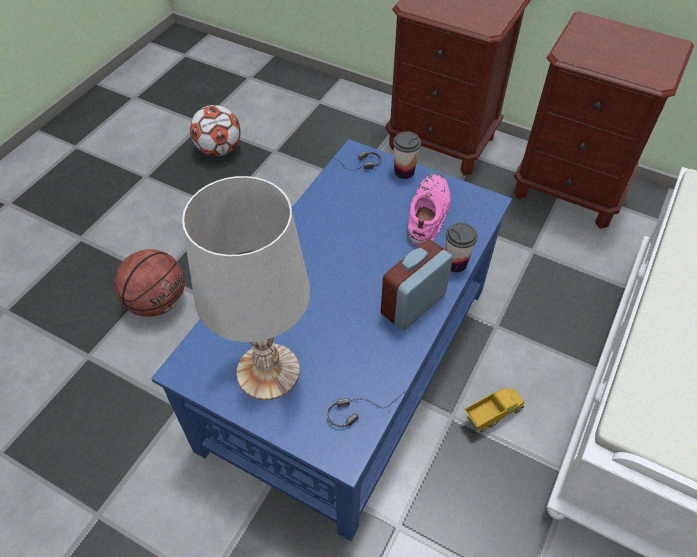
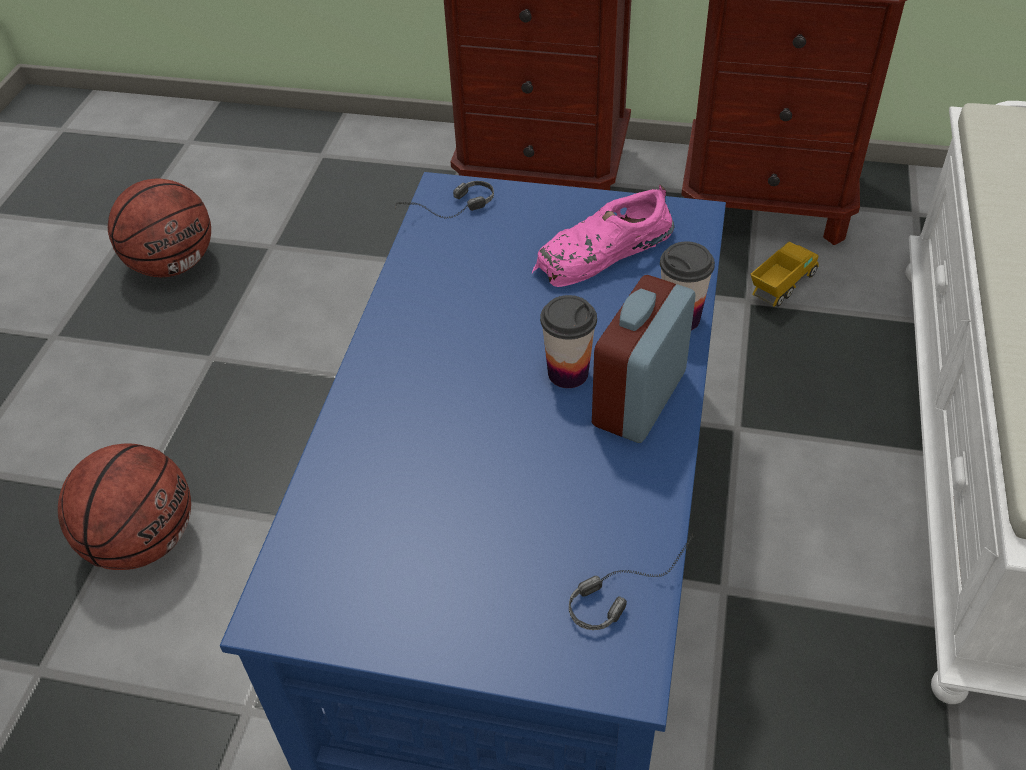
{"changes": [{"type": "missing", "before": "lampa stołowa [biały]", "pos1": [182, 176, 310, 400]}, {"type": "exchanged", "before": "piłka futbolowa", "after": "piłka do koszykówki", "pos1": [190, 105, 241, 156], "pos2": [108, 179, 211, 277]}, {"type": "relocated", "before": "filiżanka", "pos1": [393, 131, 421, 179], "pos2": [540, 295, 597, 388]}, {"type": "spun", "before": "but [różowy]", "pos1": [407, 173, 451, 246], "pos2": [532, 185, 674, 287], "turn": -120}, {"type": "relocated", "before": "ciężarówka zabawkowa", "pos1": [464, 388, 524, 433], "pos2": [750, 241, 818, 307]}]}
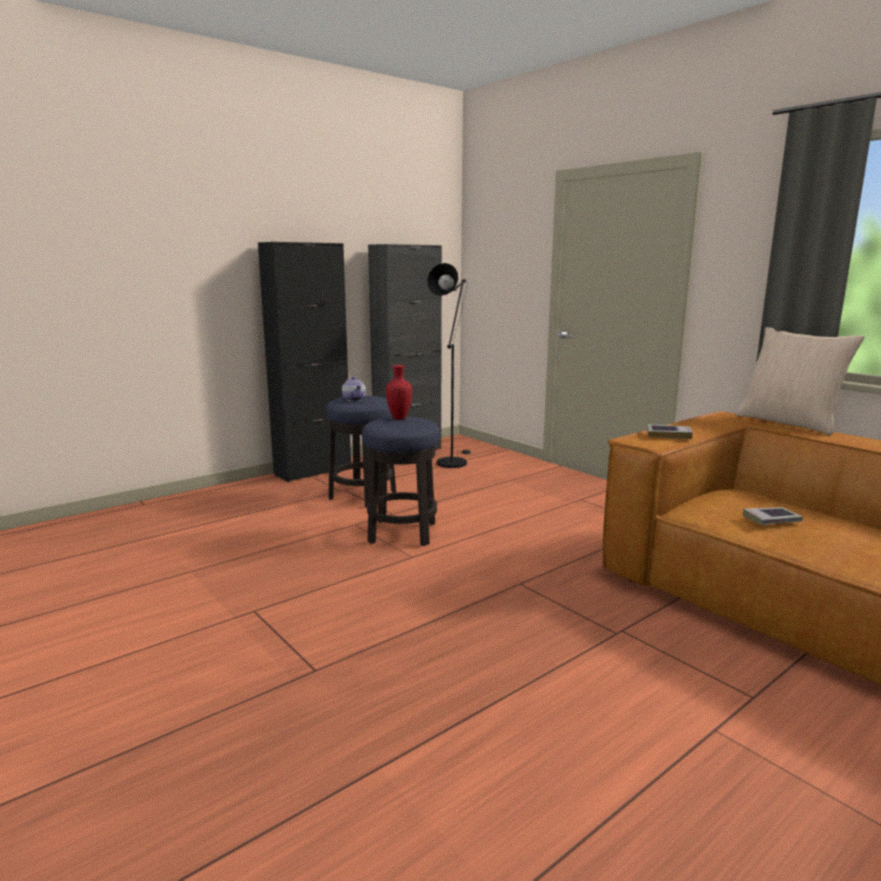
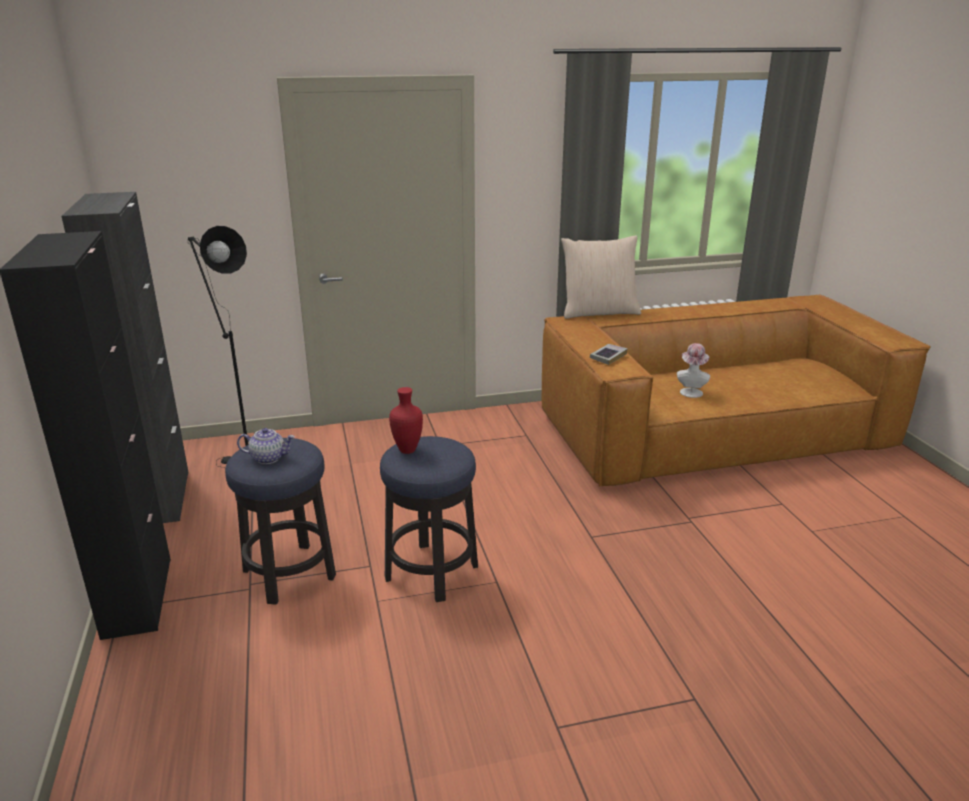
{"changes": [{"type": "exchanged", "before": "książka", "after": "kapelusz", "pos1": [743, 507, 803, 525], "pos2": [677, 343, 710, 398]}]}
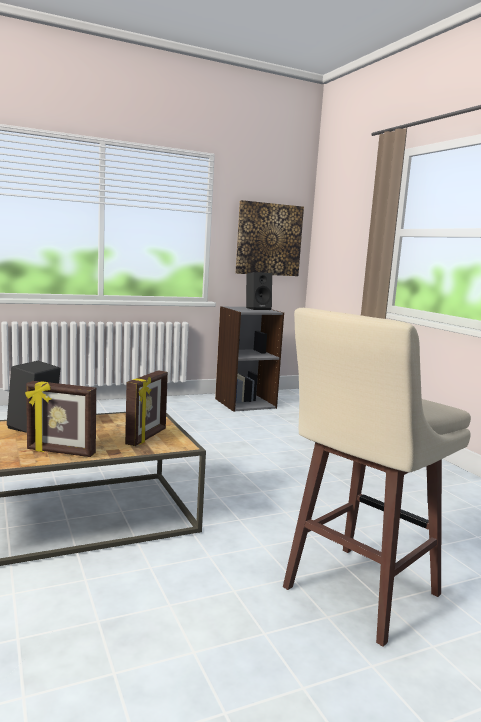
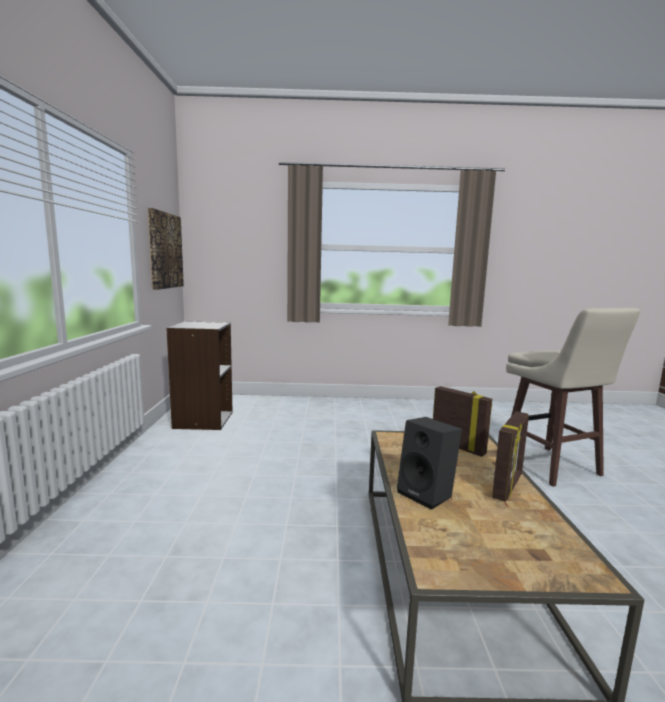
{"changes": [{"type": "missing", "before": "głośnik [czarny]", "pos1": [246, 272, 272, 310]}]}
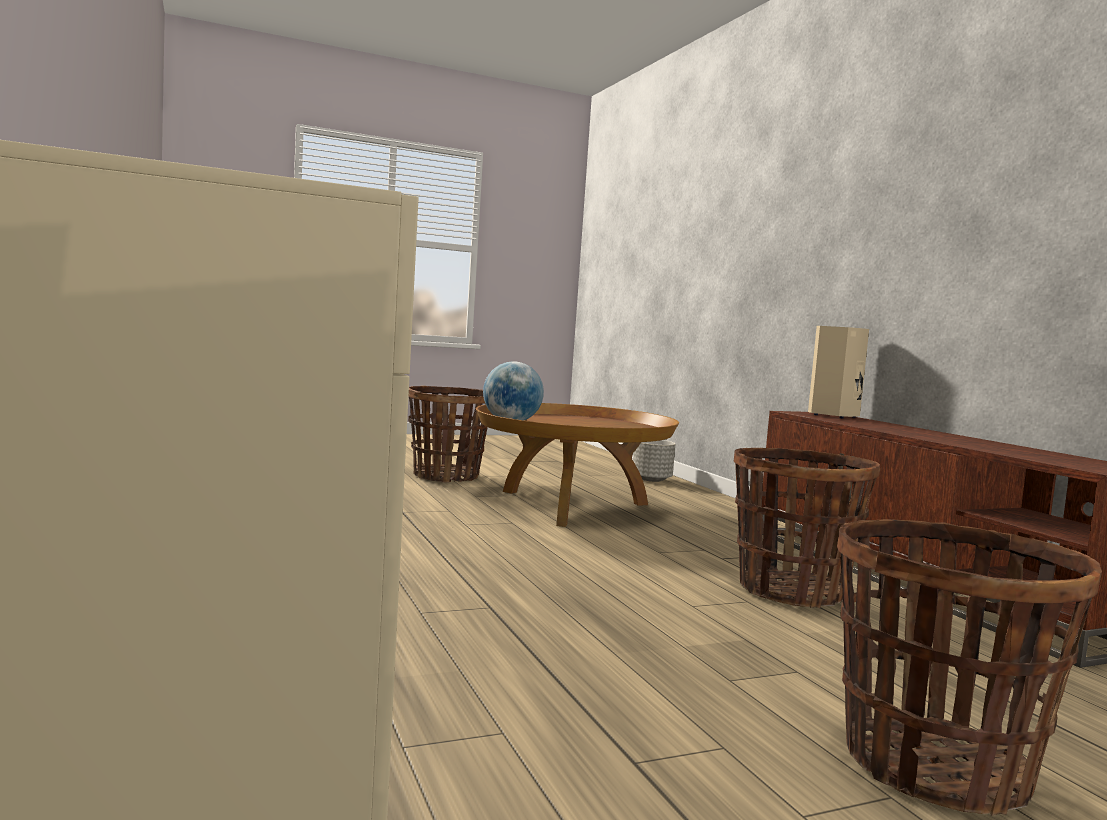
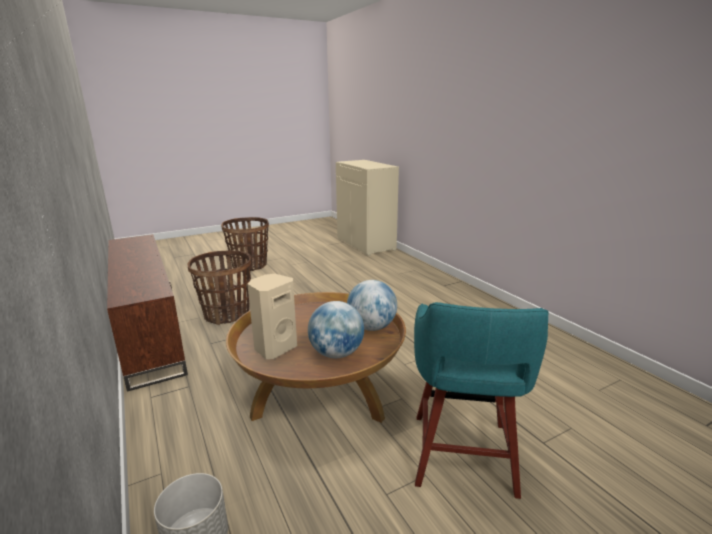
{"changes": [{"type": "exchanged", "before": "koszyk", "after": "stołek [turkusowy]", "pos1": [408, 386, 488, 483], "pos2": [414, 302, 549, 499]}, {"type": "relocated", "before": "głośnik [beżowy]", "pos1": [808, 326, 869, 418], "pos2": [247, 274, 297, 359]}, {"type": "appeared", "after": "globus", "pos2": [308, 301, 364, 358]}]}
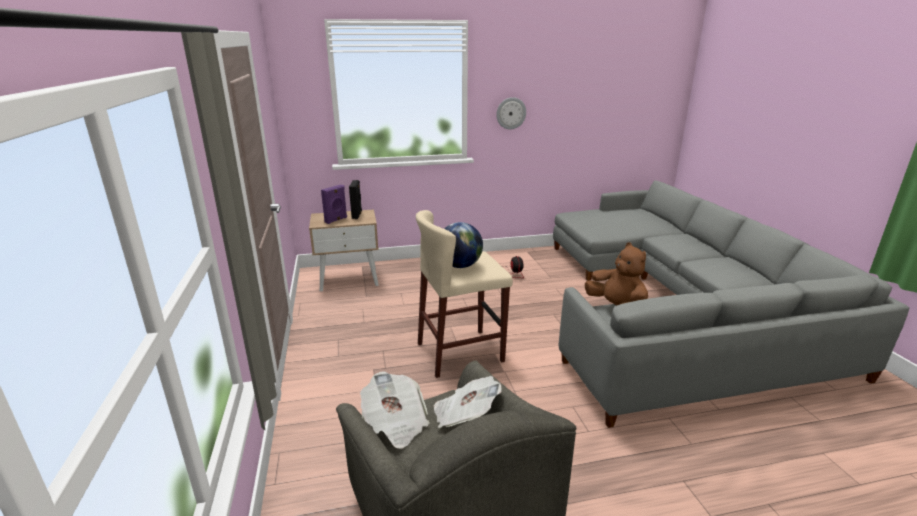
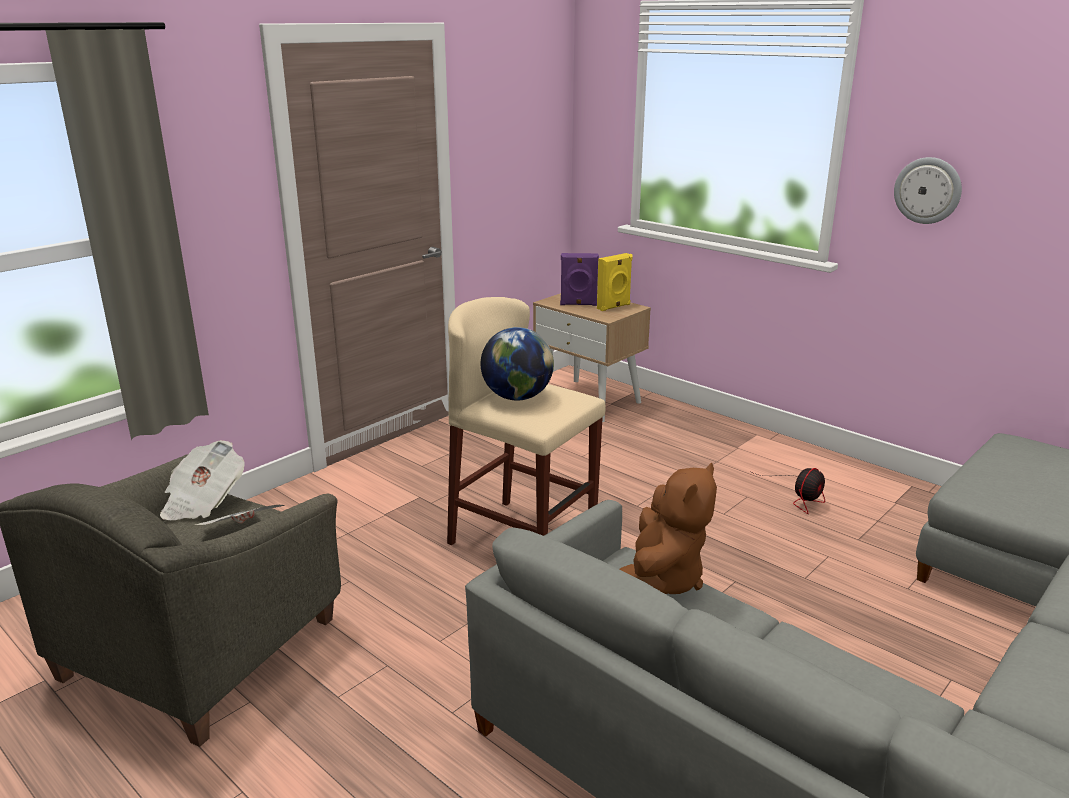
{"changes": [{"type": "colour", "before": "głośnik [czarny]", "after": "głośnik [żółty]", "pos1": [349, 180, 362, 219], "pos2": [597, 253, 633, 311]}]}
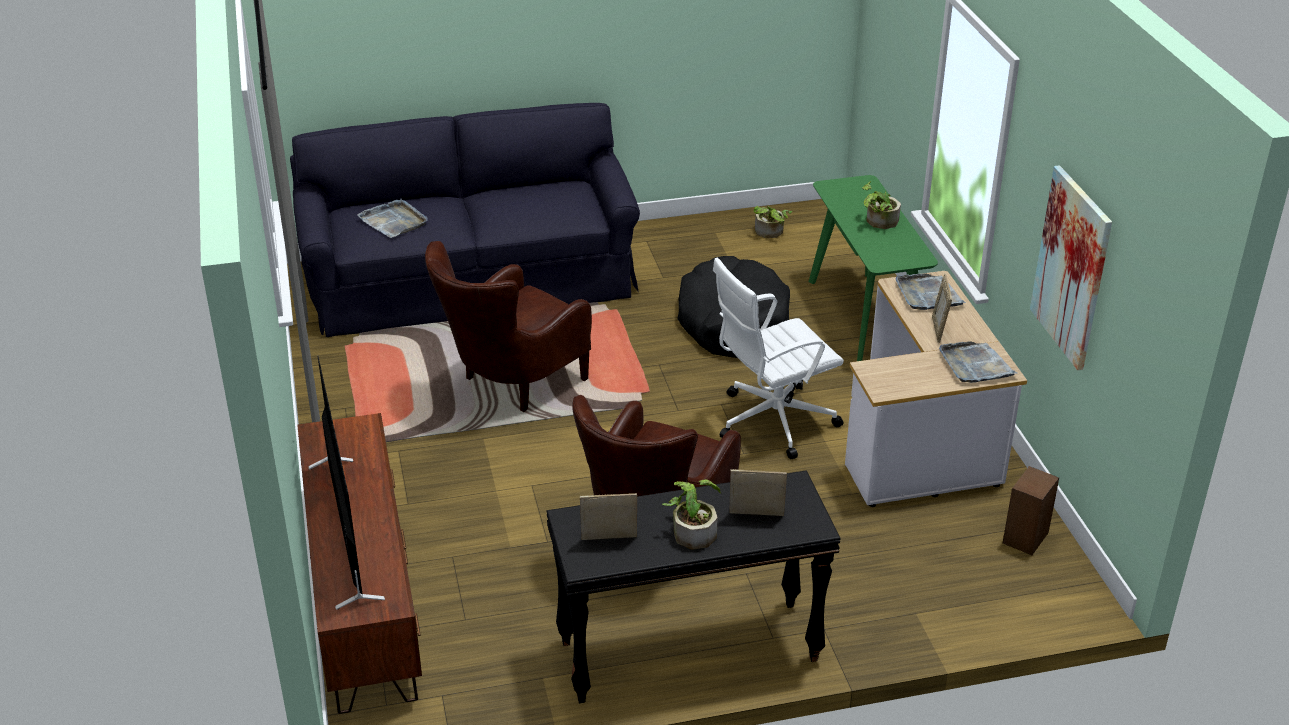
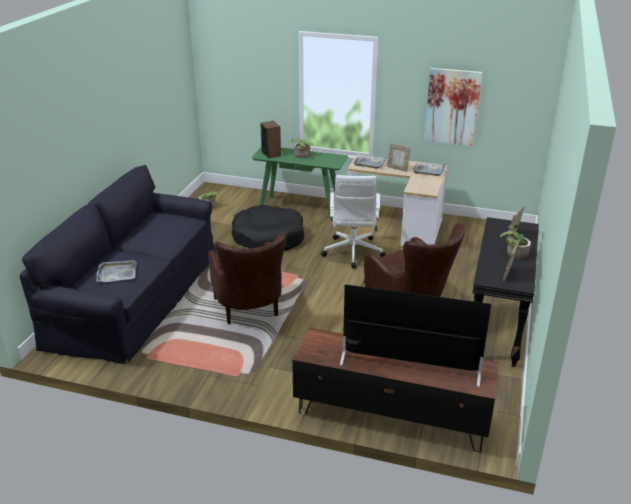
{"changes": [{"type": "relocated", "before": "głośnik", "pos1": [1003, 466, 1059, 555], "pos2": [260, 121, 281, 159]}]}
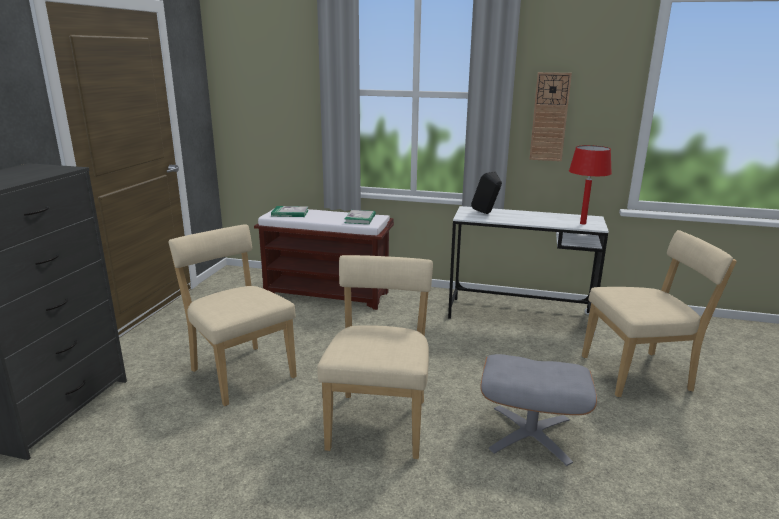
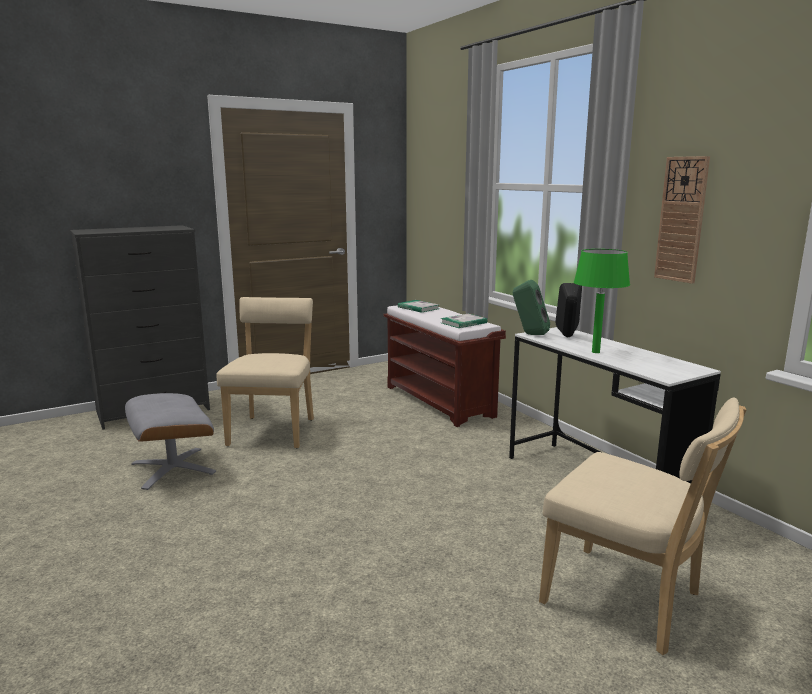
{"changes": [{"type": "missing", "before": "krzesło [beżowy]", "pos1": [317, 255, 433, 459]}, {"type": "relocated", "before": "pufa [szary]", "pos1": [480, 354, 597, 466], "pos2": [125, 393, 216, 490]}, {"type": "missing", "before": "lampa stołowa [czerwony]", "pos1": [569, 145, 612, 225]}, {"type": "appeared", "after": "głośnik [zielony]", "pos2": [513, 280, 550, 335]}, {"type": "appeared", "after": "lampa stołowa [zielony]", "pos2": [574, 249, 630, 353]}]}
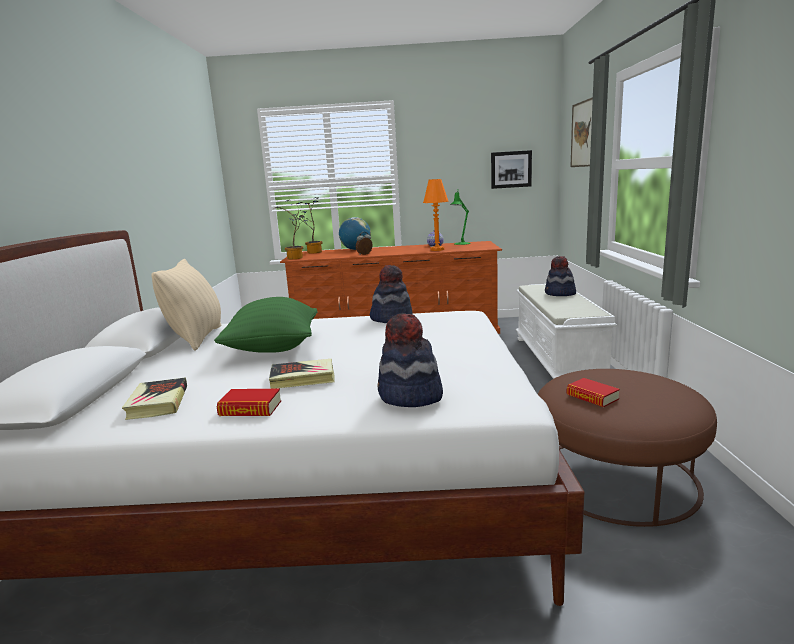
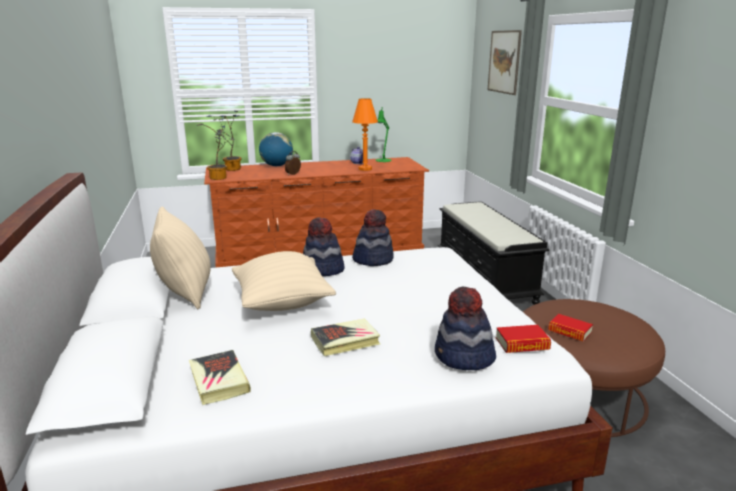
{"changes": [{"type": "colour", "before": "poduszka [zielony]", "after": "poduszka [beżowy]", "pos1": [214, 297, 318, 353], "pos2": [232, 251, 336, 311]}, {"type": "relocated", "before": "książka", "pos1": [216, 389, 281, 416], "pos2": [496, 325, 551, 353]}, {"type": "missing", "before": "obraz", "pos1": [491, 150, 532, 189]}, {"type": "colour", "before": "ławka [biały]", "after": "ławka [czarny]", "pos1": [516, 284, 617, 379], "pos2": [438, 201, 549, 305]}, {"type": "relocated", "before": "kapelusz", "pos1": [545, 256, 576, 296], "pos2": [303, 217, 344, 276]}]}
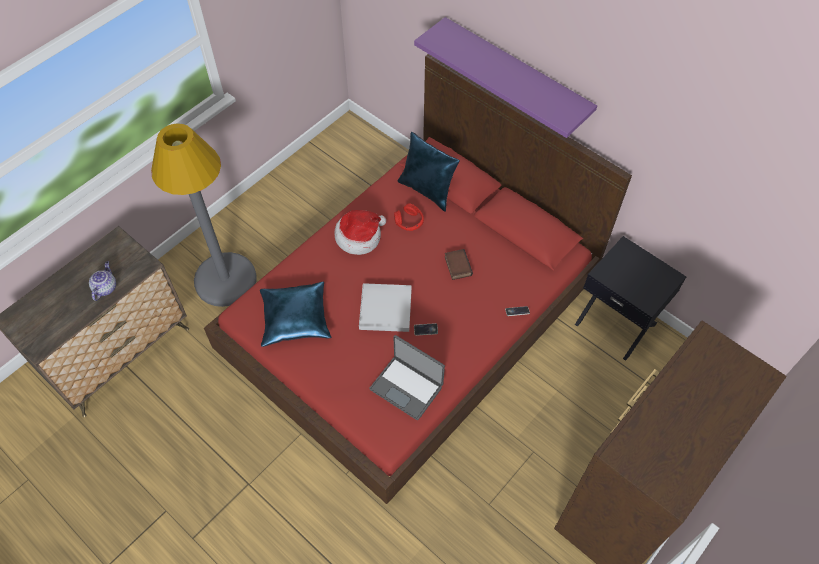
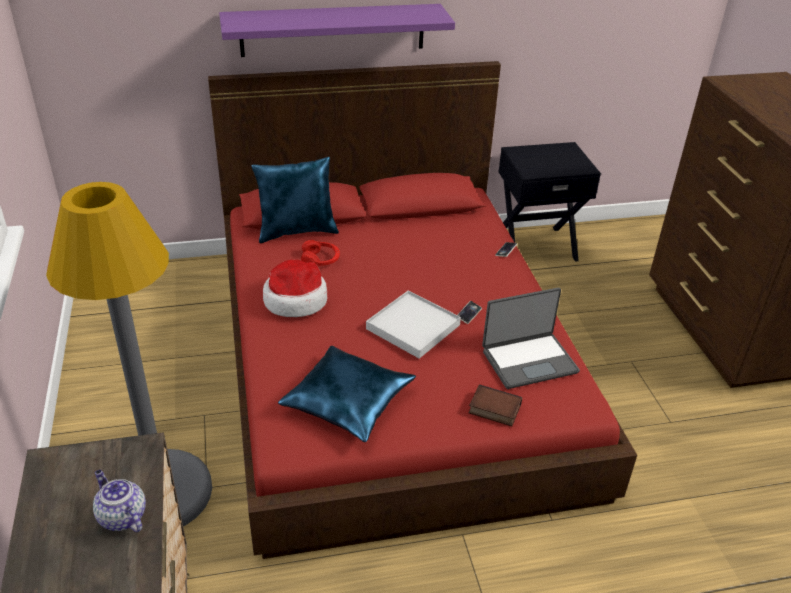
{"changes": [{"type": "relocated", "before": "książka", "pos1": [445, 249, 473, 280], "pos2": [468, 384, 522, 426]}]}
